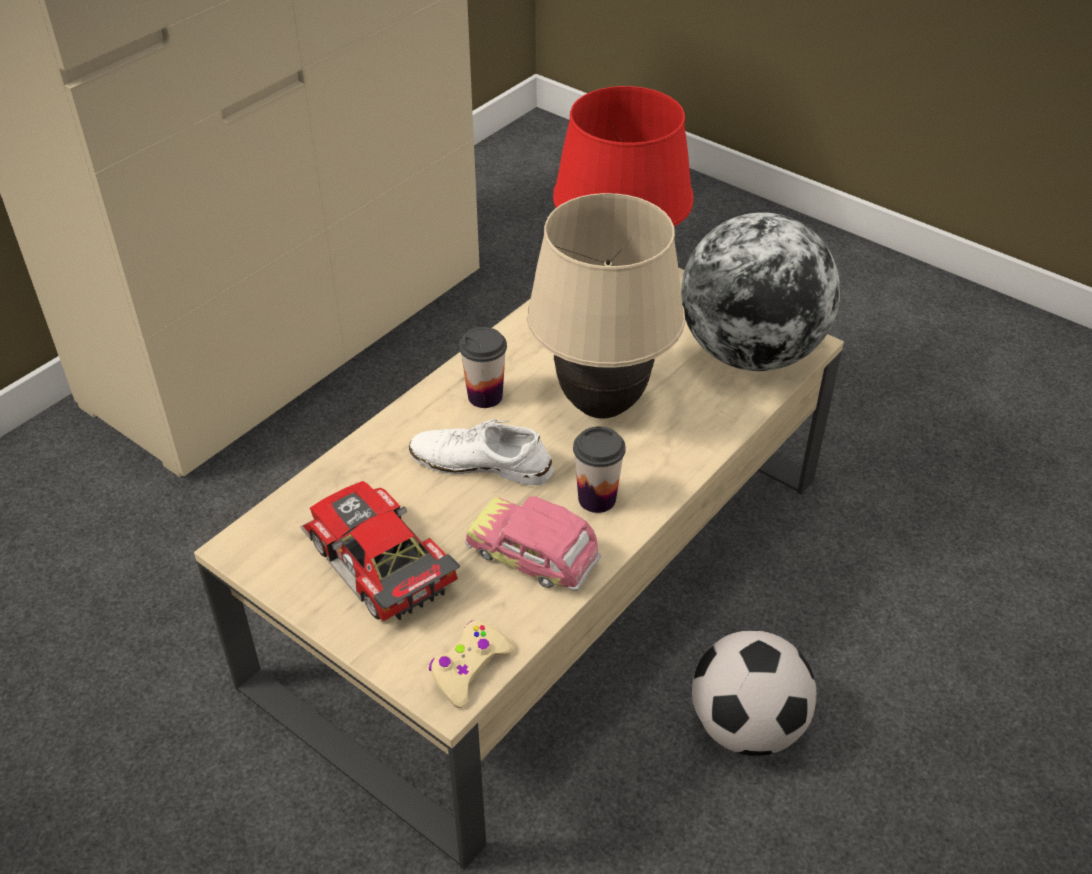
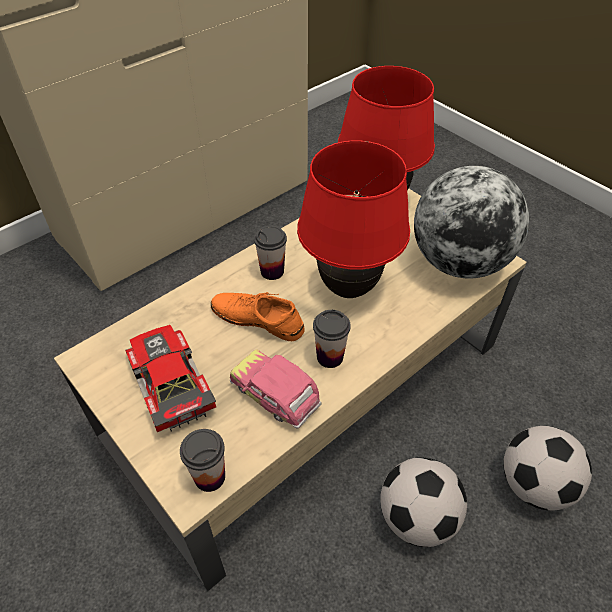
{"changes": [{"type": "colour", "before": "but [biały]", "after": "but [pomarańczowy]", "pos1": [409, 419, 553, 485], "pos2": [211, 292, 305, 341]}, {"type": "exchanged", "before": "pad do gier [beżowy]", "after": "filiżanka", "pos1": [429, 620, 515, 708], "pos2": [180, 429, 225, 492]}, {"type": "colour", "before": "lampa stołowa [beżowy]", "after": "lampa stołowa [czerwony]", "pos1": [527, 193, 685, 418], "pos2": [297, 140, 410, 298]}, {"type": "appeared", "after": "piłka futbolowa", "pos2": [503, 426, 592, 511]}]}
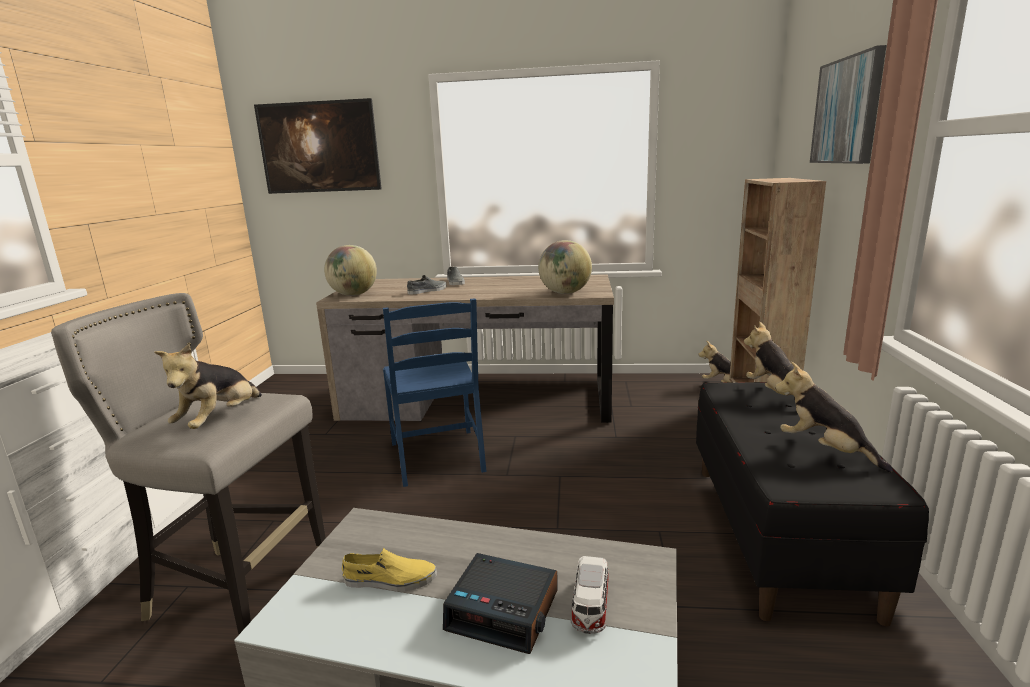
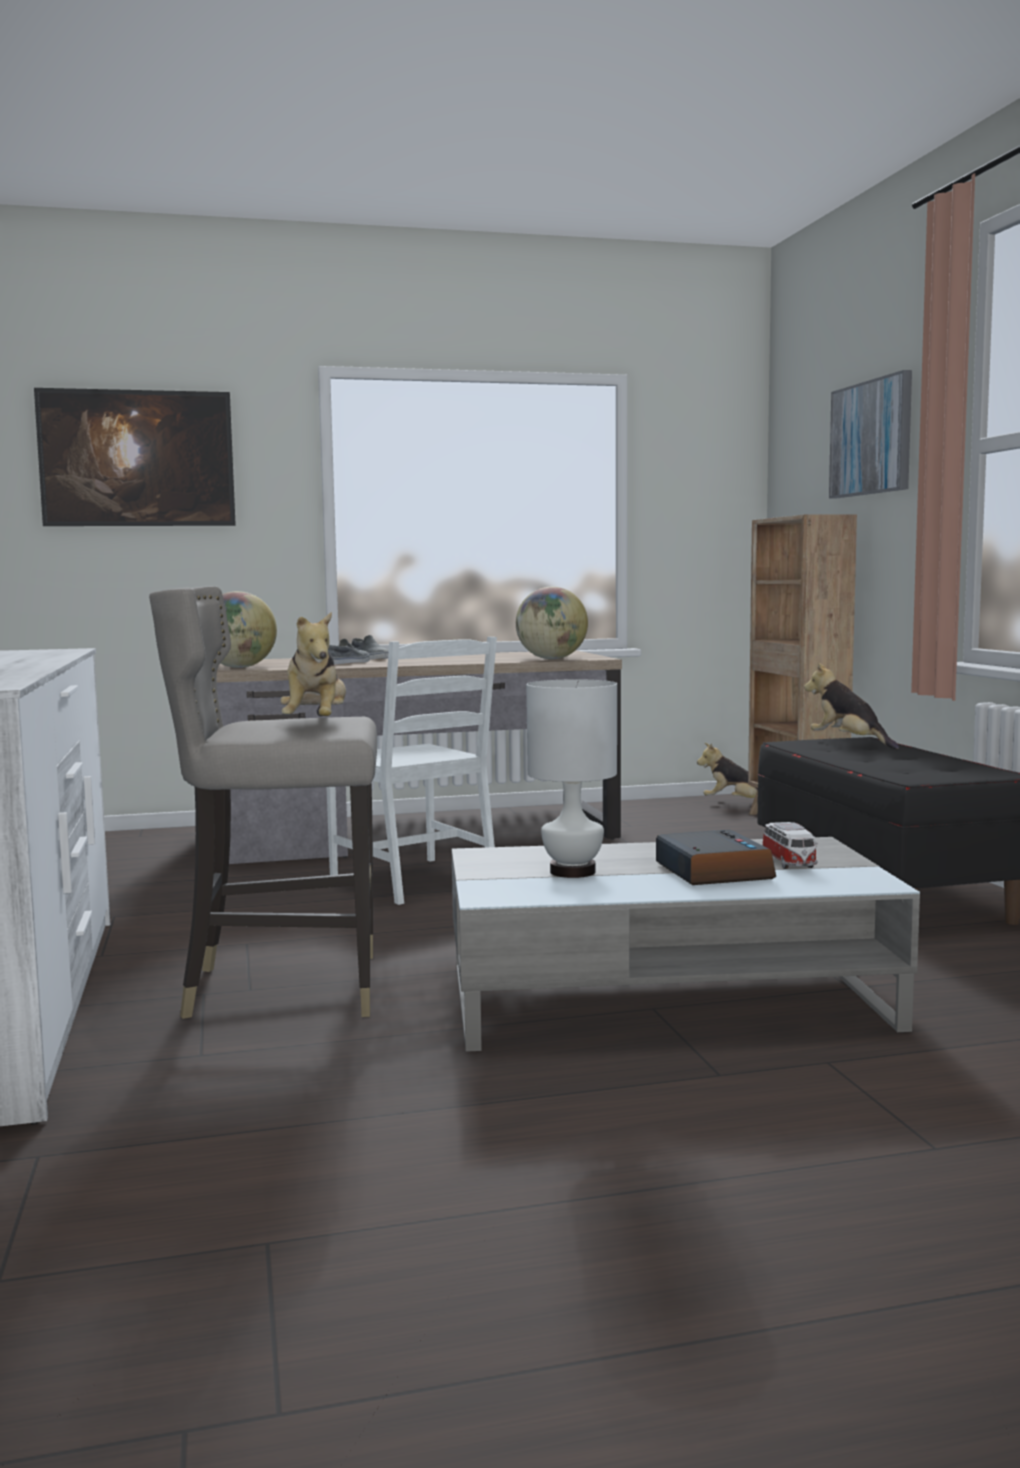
{"changes": [{"type": "exchanged", "before": "but [żółty]", "after": "lampa stołowa [biały]", "pos1": [342, 548, 437, 591], "pos2": [526, 679, 617, 878]}, {"type": "colour", "before": "krzesło [niebieski]", "after": "krzesło [biały]", "pos1": [383, 298, 487, 487], "pos2": [326, 637, 497, 905]}, {"type": "spun", "before": "budzik", "pos1": [443, 553, 558, 654], "pos2": [656, 829, 776, 885], "turn": -105}, {"type": "missing", "before": "pluszak", "pos1": [775, 362, 893, 472]}]}
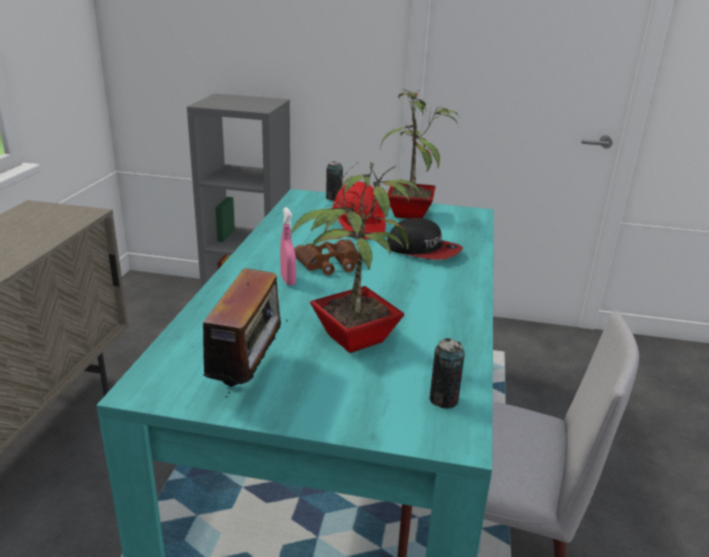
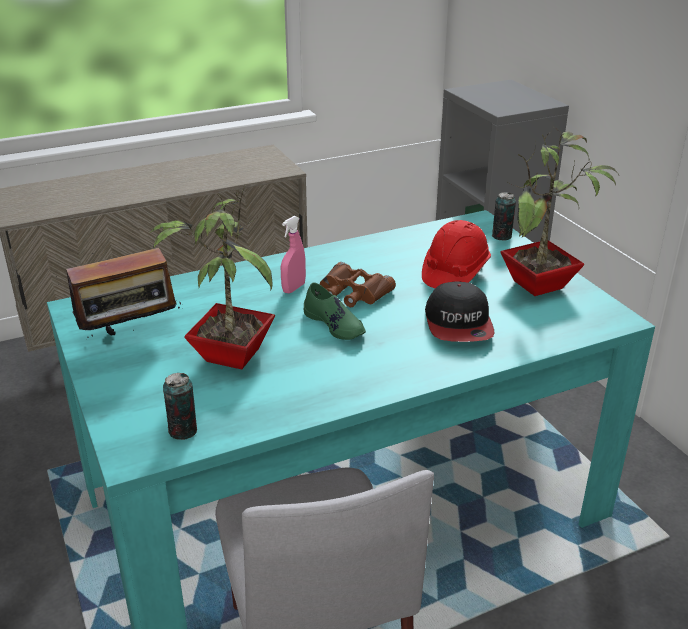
{"changes": [{"type": "appeared", "after": "but [zielony]", "pos2": [304, 282, 366, 340]}]}
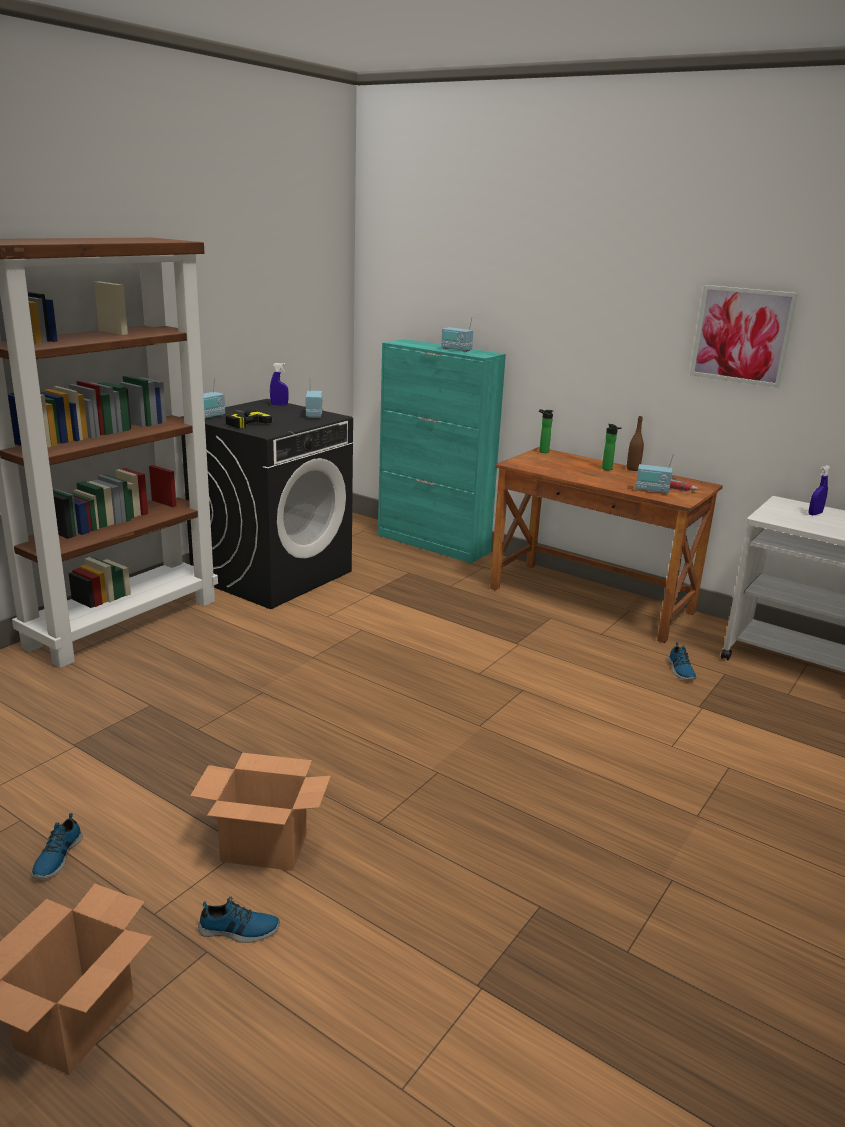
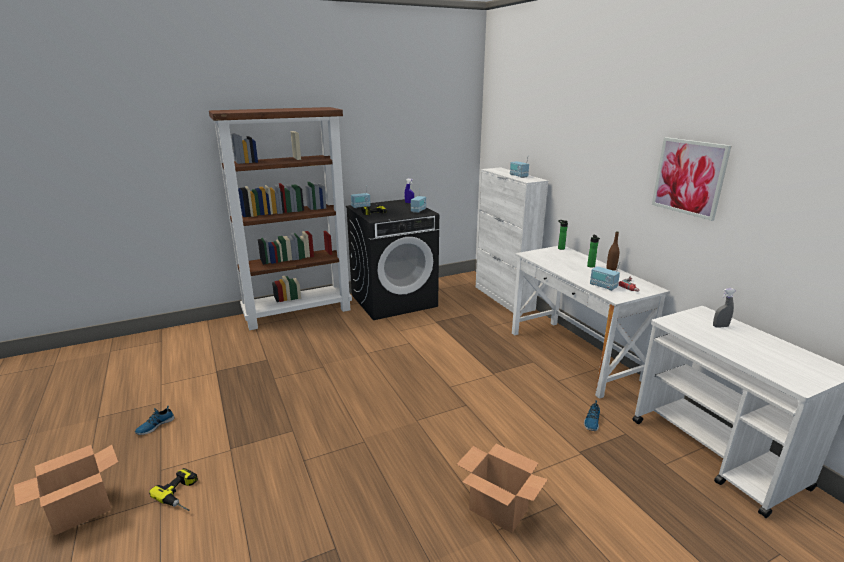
{"changes": [{"type": "relocated", "before": "karton", "pos1": [190, 753, 331, 871], "pos2": [457, 444, 548, 533]}, {"type": "exchanged", "before": "but", "after": "wiertarka", "pos1": [198, 896, 280, 943], "pos2": [149, 468, 198, 511]}, {"type": "colour", "before": "szafka [turkusowy]", "after": "szafka [biały]", "pos1": [378, 339, 506, 563], "pos2": [476, 167, 548, 313]}, {"type": "colour", "before": "biurko [brązowy]", "after": "biurko [biały]", "pos1": [490, 447, 723, 643], "pos2": [512, 246, 670, 399]}, {"type": "colour", "before": "spryskiwacz [niebieski]", "after": "spryskiwacz [szary]", "pos1": [809, 465, 831, 516], "pos2": [713, 289, 736, 327]}]}
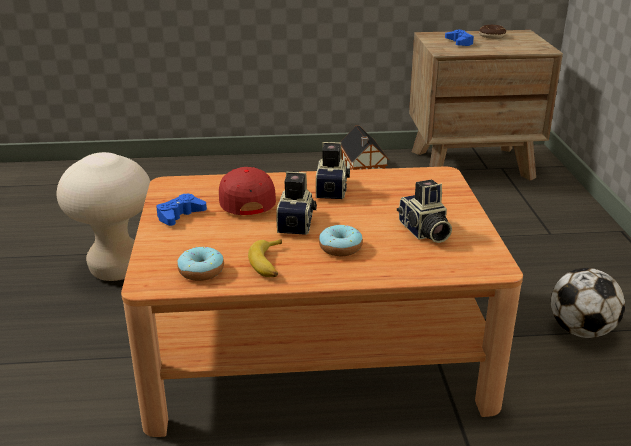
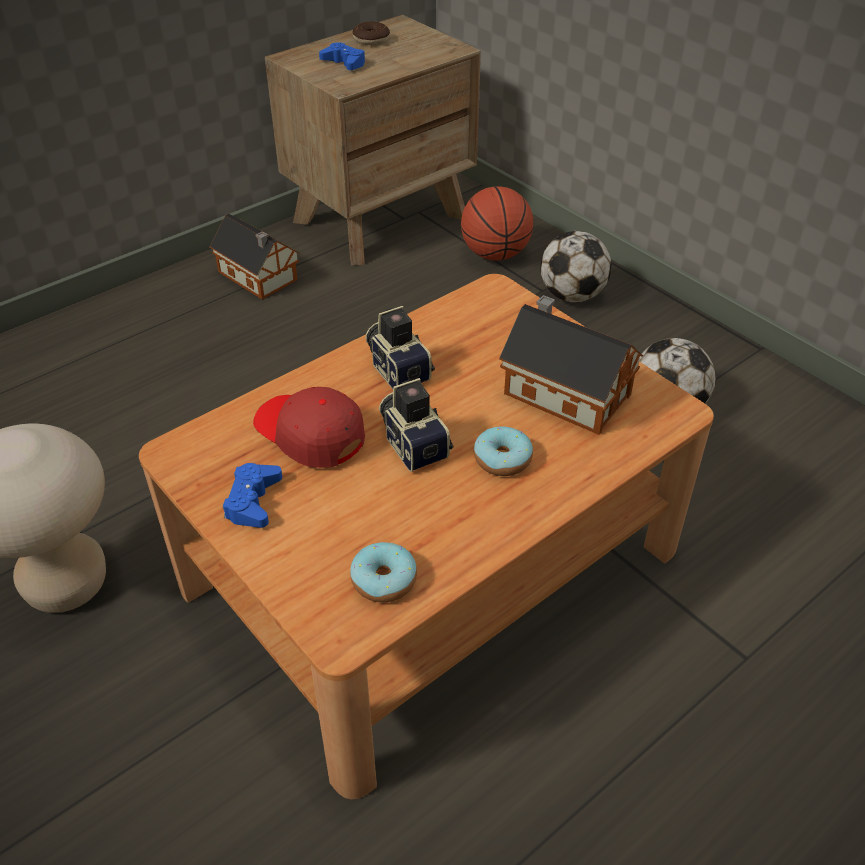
{"changes": [{"type": "missing", "before": "banan", "pos1": [248, 239, 282, 277]}, {"type": "exchanged", "before": "aparat fotograficzny", "after": "domek", "pos1": [397, 179, 452, 243], "pos2": [499, 295, 643, 435]}, {"type": "appeared", "after": "piłka do koszykówki", "pos2": [461, 186, 533, 261]}, {"type": "appeared", "after": "piłka futbolowa", "pos2": [540, 231, 612, 302]}]}
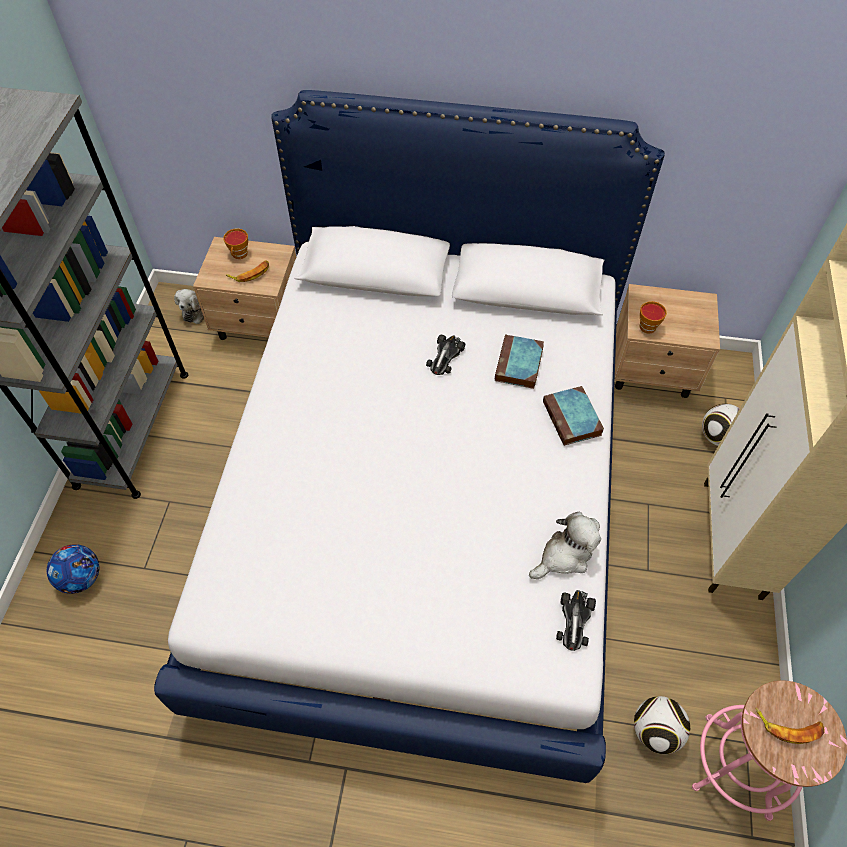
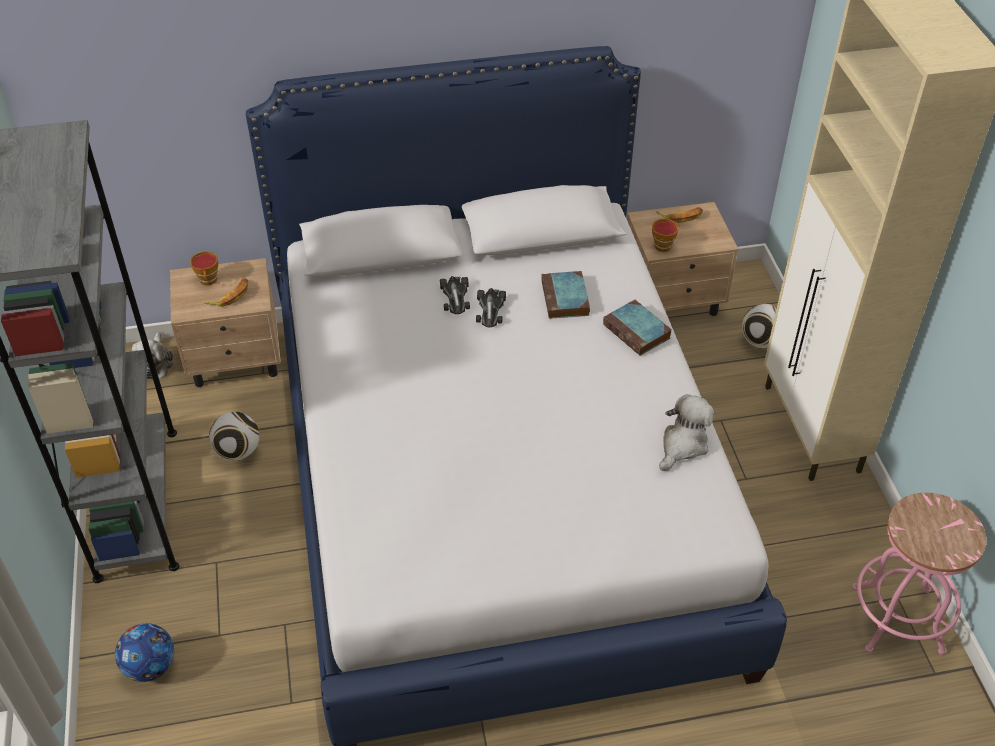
{"changes": [{"type": "relocated", "before": "samochodzik", "pos1": [556, 590, 596, 651], "pos2": [440, 276, 470, 314]}, {"type": "relocated", "before": "piłka futbolowa", "pos1": [634, 696, 690, 754], "pos2": [209, 412, 260, 461]}, {"type": "relocated", "before": "banan", "pos1": [755, 708, 825, 744], "pos2": [656, 207, 703, 223]}]}
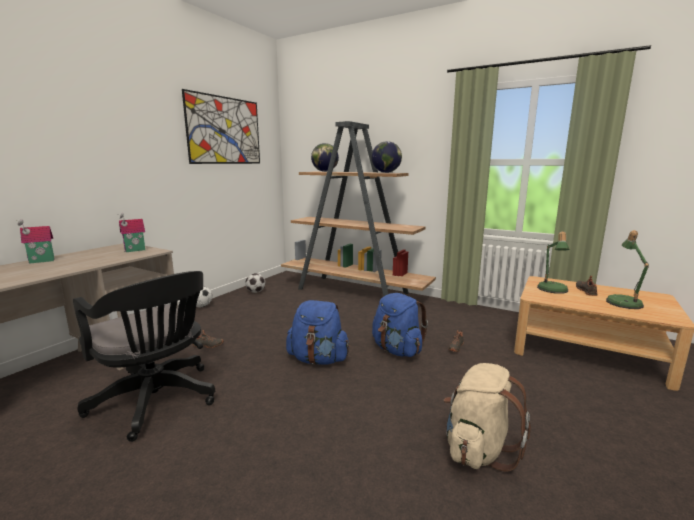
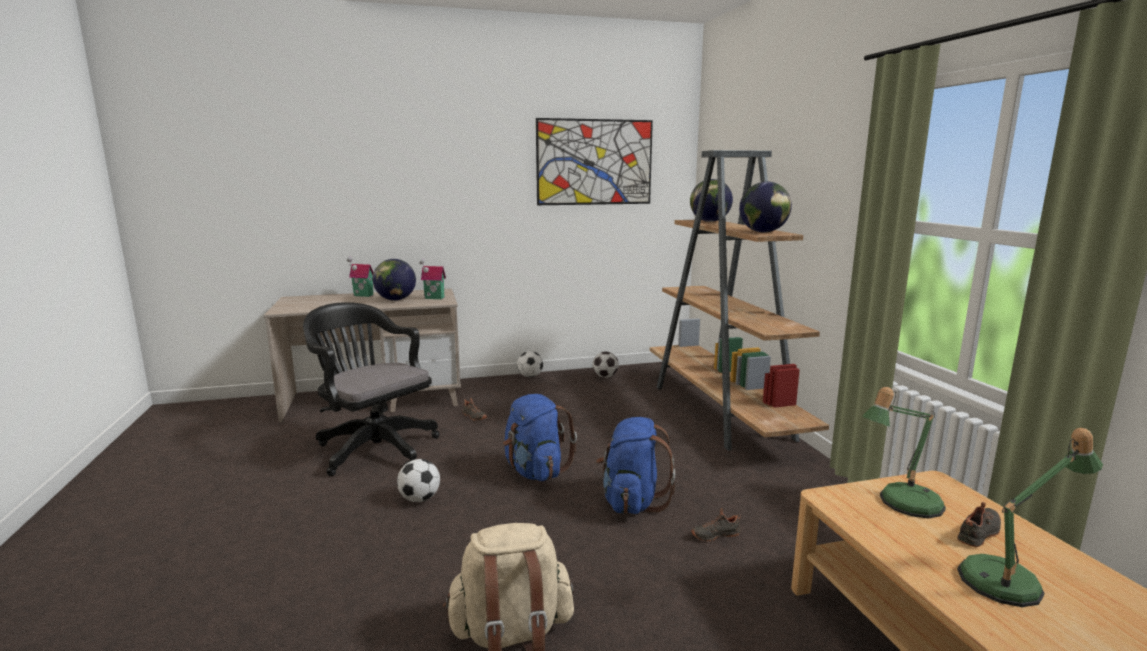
{"changes": [{"type": "spun", "before": "krzesło biurowe [czarny]", "pos1": [73, 271, 215, 442], "pos2": [303, 302, 440, 476], "turn": 135}, {"type": "appeared", "after": "globus", "pos2": [373, 259, 416, 301]}, {"type": "appeared", "after": "piłka futbolowa", "pos2": [397, 459, 440, 502]}]}
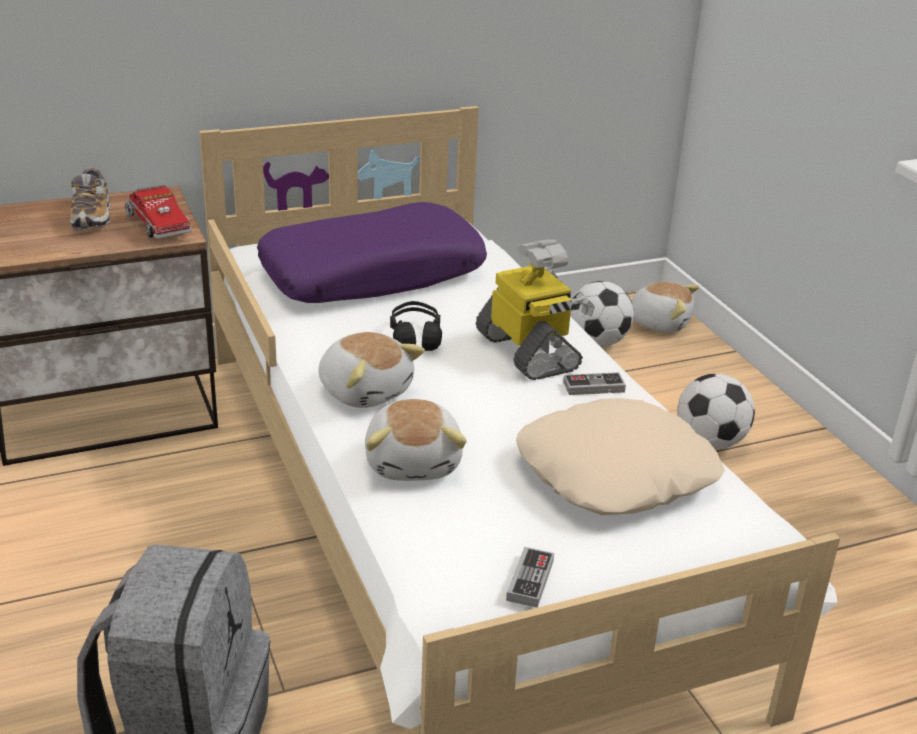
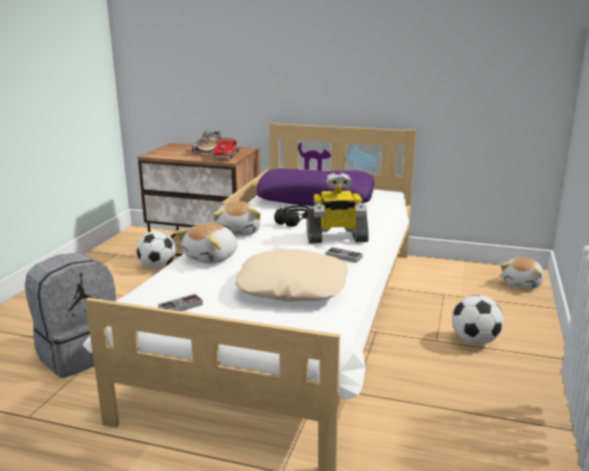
{"changes": [{"type": "spun", "before": "robot zabawkowy", "pos1": [476, 240, 595, 380], "pos2": [307, 173, 369, 243], "turn": 75}, {"type": "relocated", "before": "piłka futbolowa", "pos1": [570, 281, 634, 347], "pos2": [137, 231, 176, 269]}, {"type": "spun", "before": "pluszak", "pos1": [631, 282, 699, 333], "pos2": [501, 257, 544, 289], "turn": 60}]}
